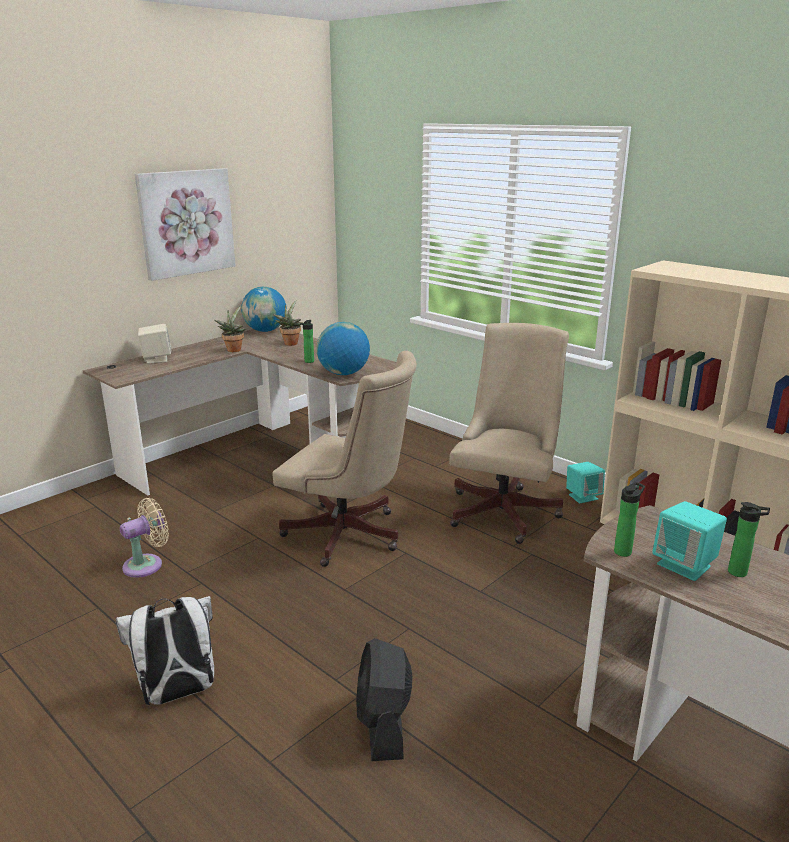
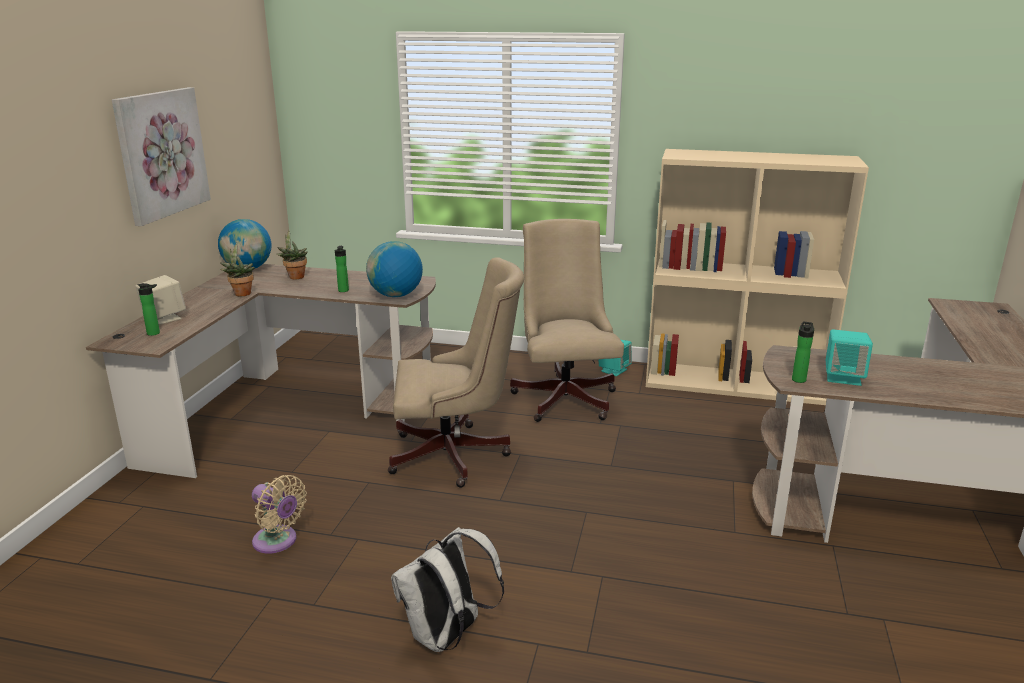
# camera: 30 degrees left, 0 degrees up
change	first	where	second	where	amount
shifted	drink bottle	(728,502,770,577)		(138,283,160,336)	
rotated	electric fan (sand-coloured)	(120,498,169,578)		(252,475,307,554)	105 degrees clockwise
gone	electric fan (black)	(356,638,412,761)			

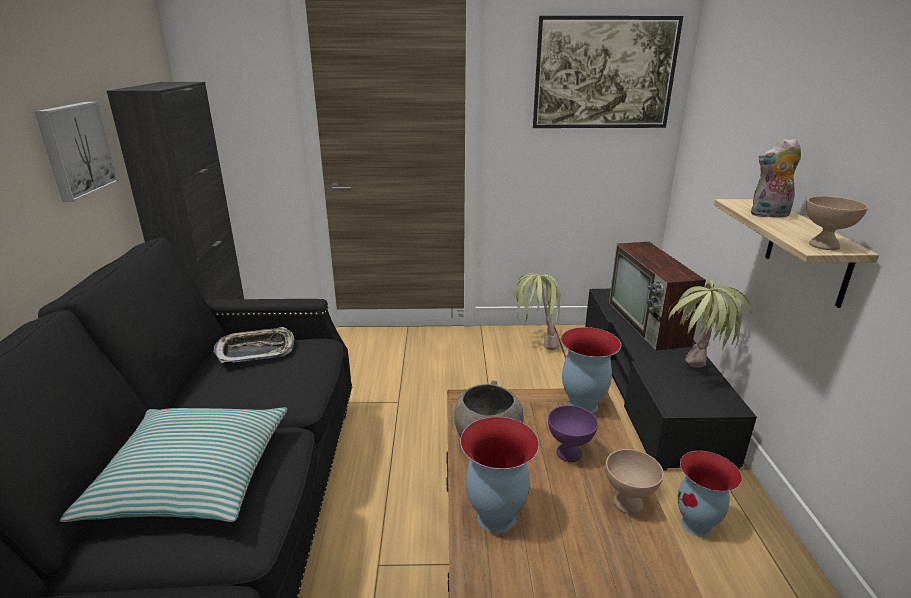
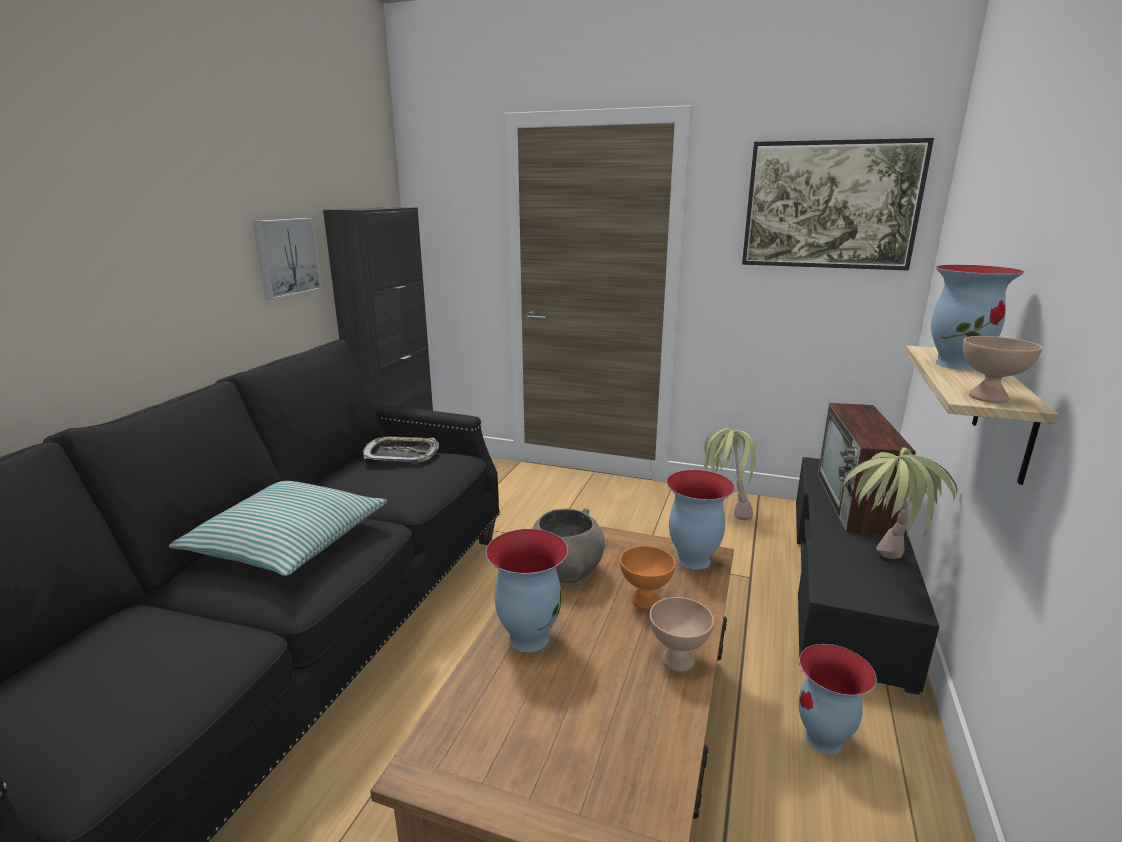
# camera: 20 degrees right, 5 degrees down
change	first	where	second	where	amount
repainted	serving bowl (purple)	(548,405,598,462)	serving bowl (orange-coloured)	(620,546,675,609)	
swapped	soft toy	(751,138,801,218)	decorative vase	(931,265,1024,370)	

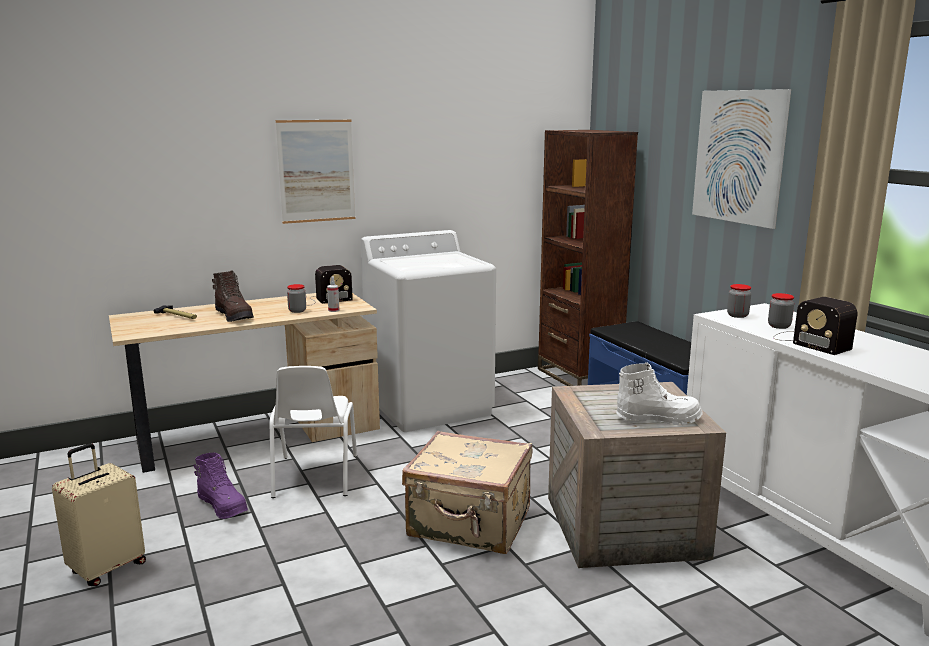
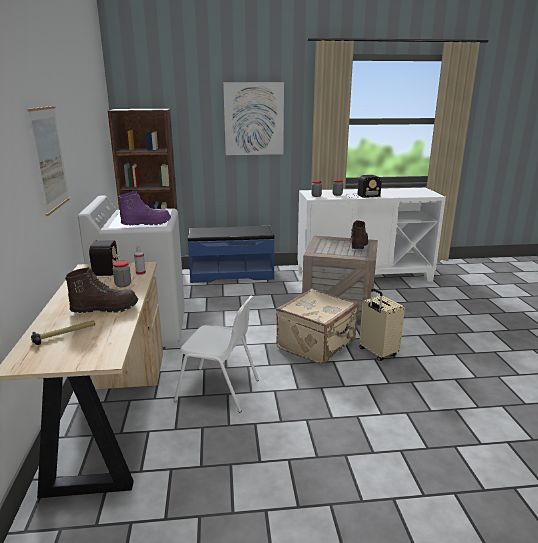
# camera: 70 degrees left, 5 degrees up
change	first	where	second	where	amount
shifted	tall boot (purple)	(194,453,248,519)		(118,191,171,225)	
repainted	tall boot (white)	(616,362,702,425)	tall boot (brownish)	(349,220,368,249)	
shifted	travel case (sand-coloured)	(52,443,146,586)		(359,288,405,361)	

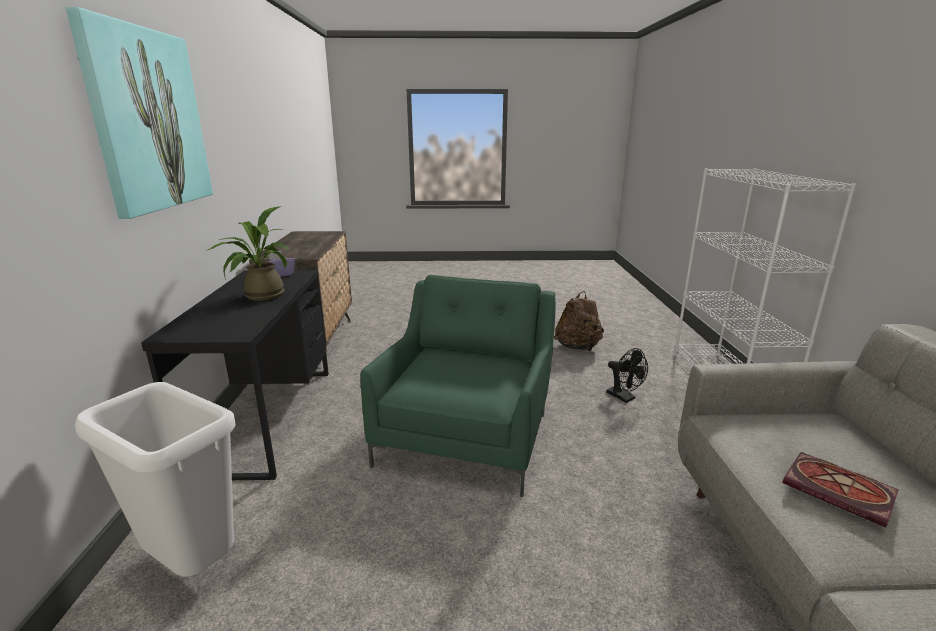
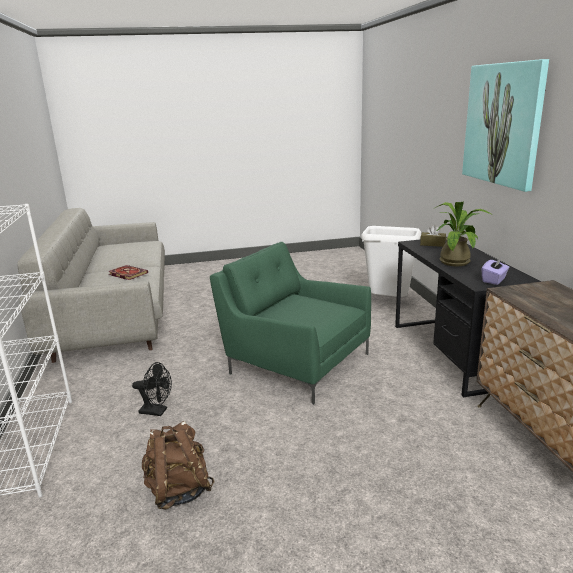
# camera: 170 degrees right, 0 degrees up
change	first	where	second	where	amount
rotated	electric fan (black)	(606,348,648,403)		(132,362,172,416)	150 degrees clockwise
rotated	lounge chair (green)	(360,275,556,497)		(210,242,371,404)	120 degrees clockwise
new			tissue holder (brownish)	(420,225,446,247)	

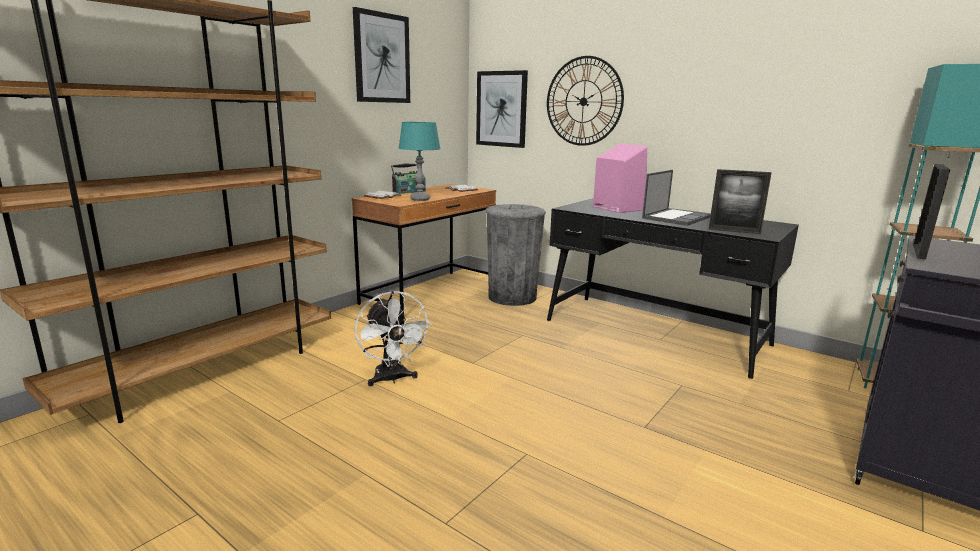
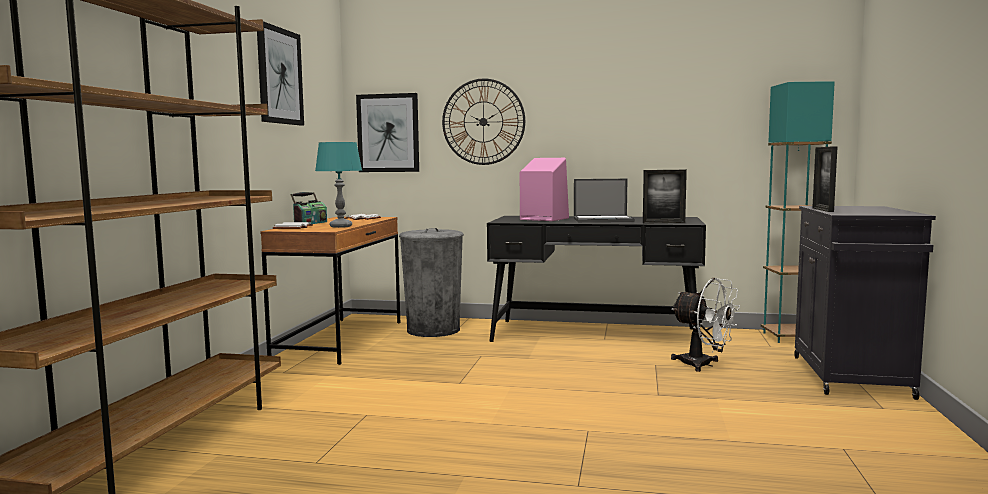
# camera: 25 degrees left, 10 degrees down
change	first	where	second	where	amount
rotated	portable computer	(642,170,711,226)		(574,179,635,222)	75 degrees clockwise
shifted	electric fan (white)	(355,291,432,386)		(671,278,740,372)	

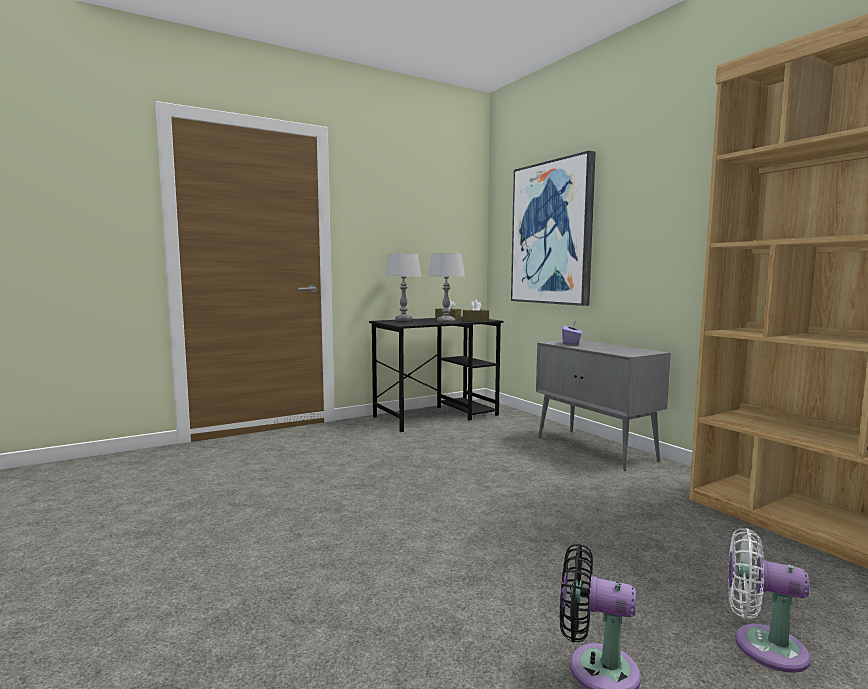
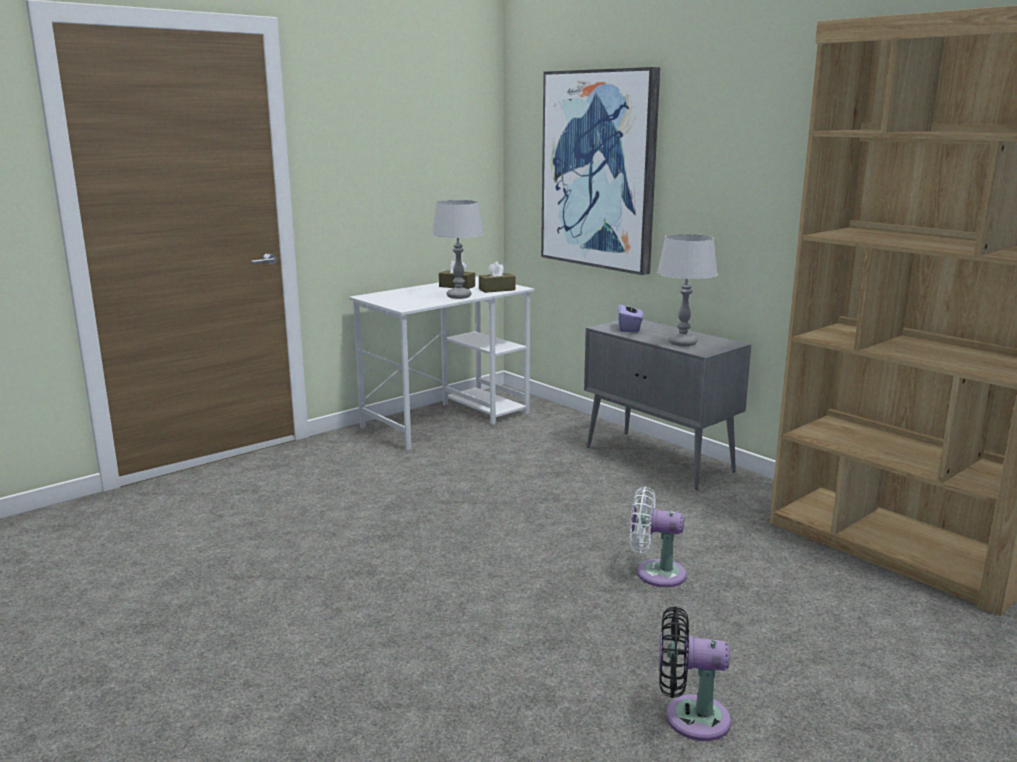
# camera: 10 degrees left, 10 degrees up
change	first	where	second	where	amount
repainted	desk unit (black)	(369,317,504,432)	desk unit (white)	(349,276,534,450)	
shifted	electric fan (white)	(728,528,811,673)		(630,487,687,587)	
shifted	tabletop lamp (greyish)	(386,254,421,321)		(657,234,718,346)	

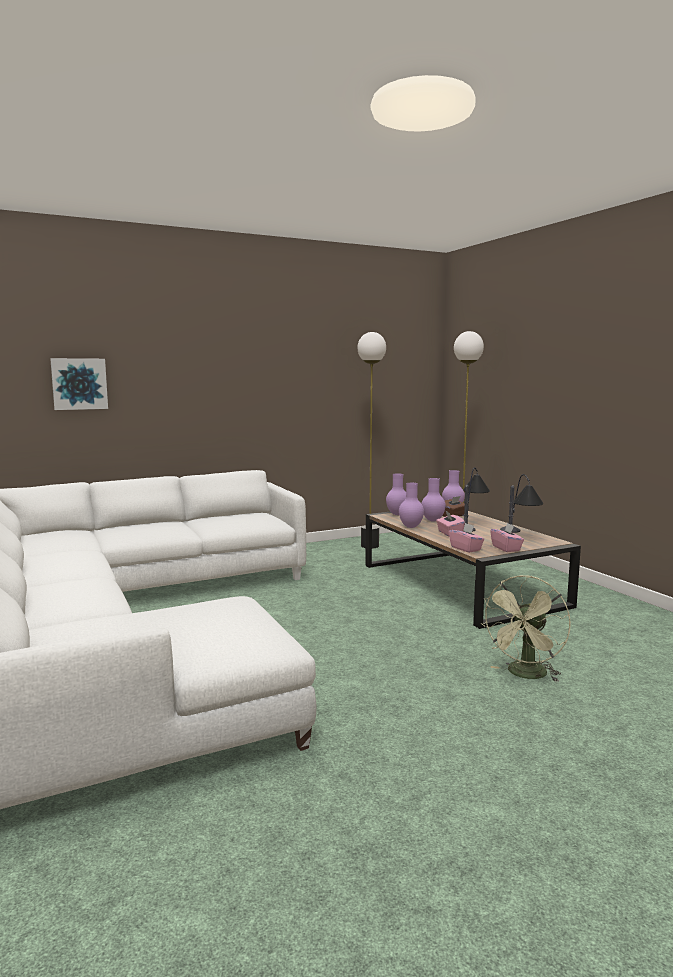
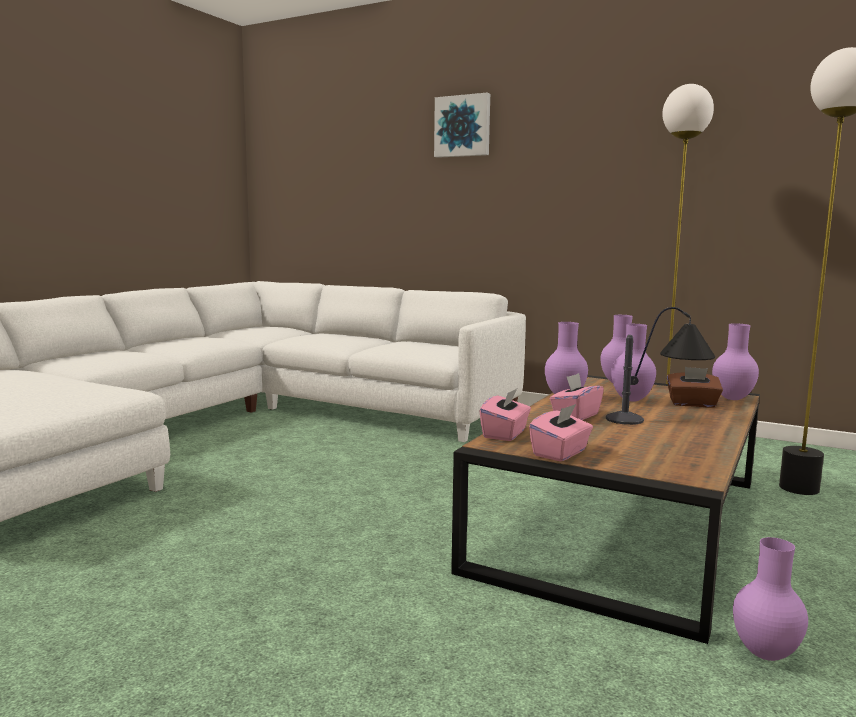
# camera: 55 degrees right, 0 degrees up
change	first	where	second	where	amount
shifted	picture	(50,358,108,410)		(434,93,490,158)	
new			decorative vase (purple)	(733,537,808,661)	
gone	electric fan (green)	(480,575,571,682)			
gone	tabletop lamp	(500,474,543,533)			

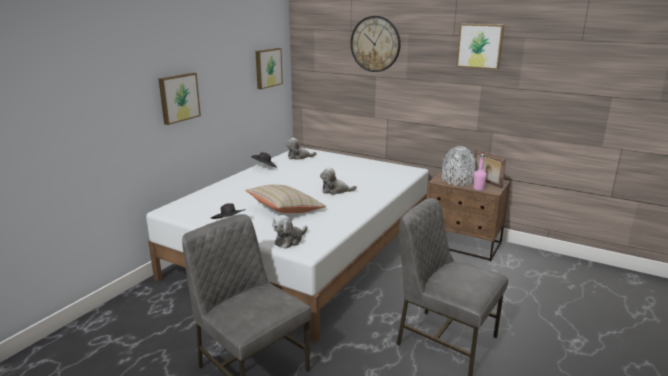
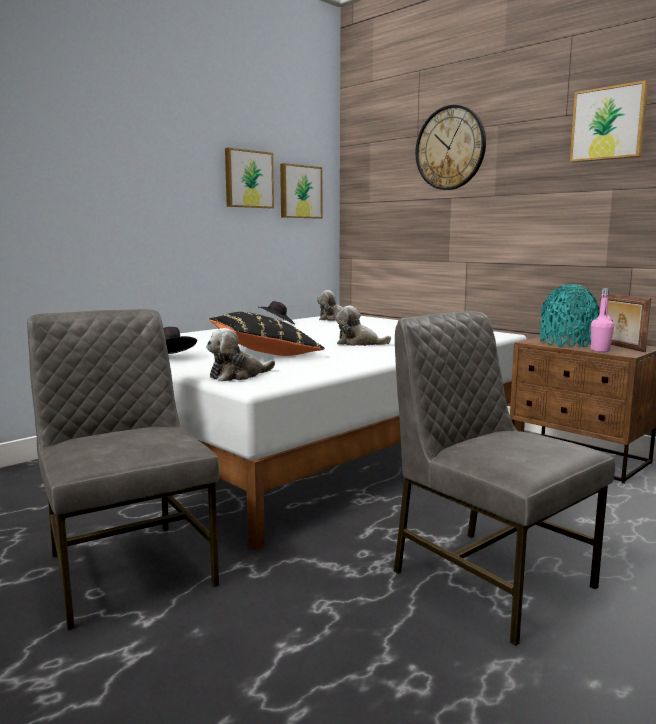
# camera: 15 degrees right, 10 degrees down
change	first	where	second	where	amount
repainted	throw pillow (sand-coloured)	(245,185,326,213)	throw pillow (black)	(209,312,325,356)	
shifted	picture	(159,73,201,125)		(225,148,274,208)	
repainted	decorative vase (greyish)	(442,146,476,186)	decorative vase (turquoise-coloured)	(540,285,599,347)	

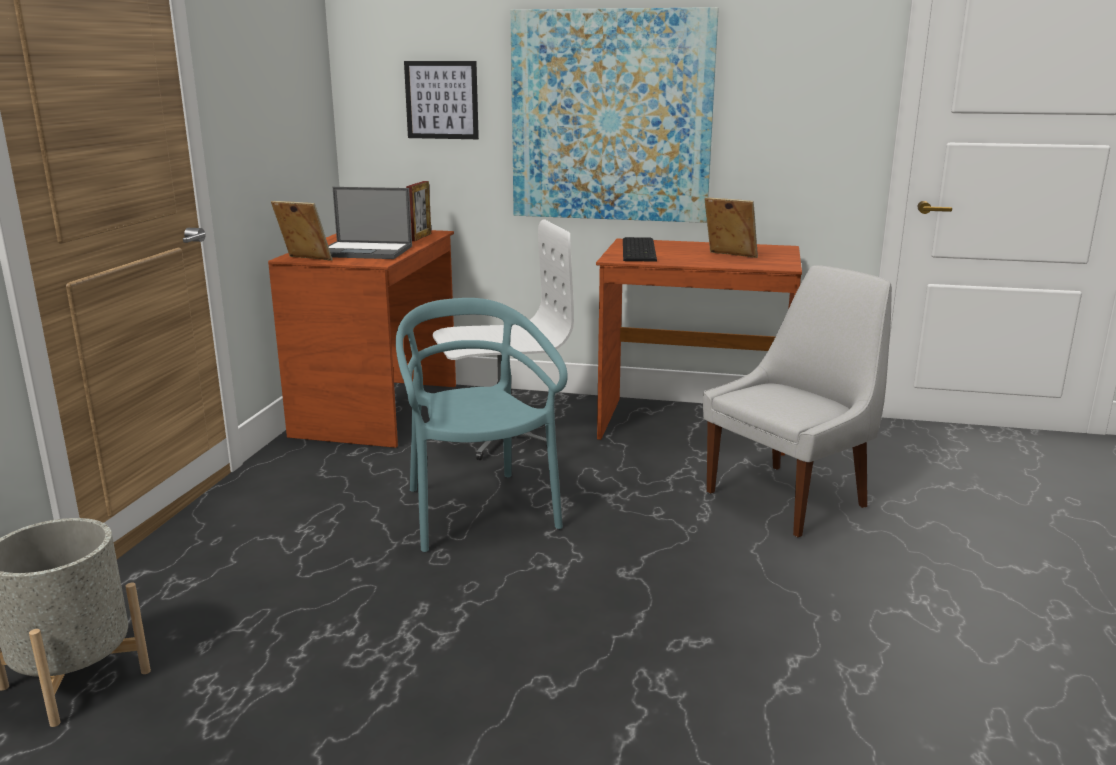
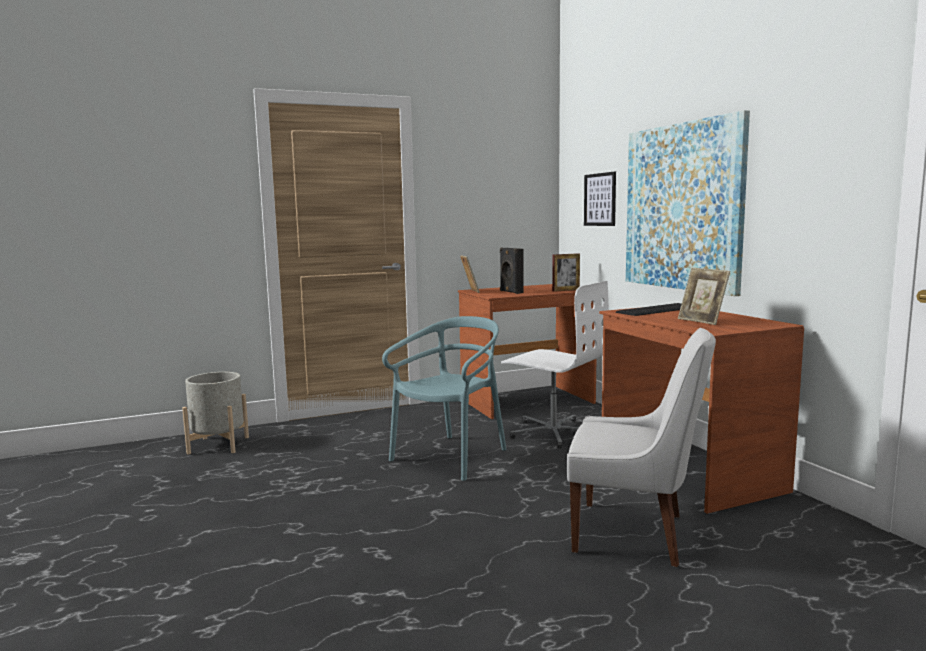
# camera: 55 degrees right, 10 degrees down
change	first	where	second	where	amount
swapped	portable computer	(328,187,412,259)	audio speaker (black)	(500,248,524,294)	
rotated	photo frame	(704,198,758,258)		(678,267,730,325)	150 degrees clockwise

